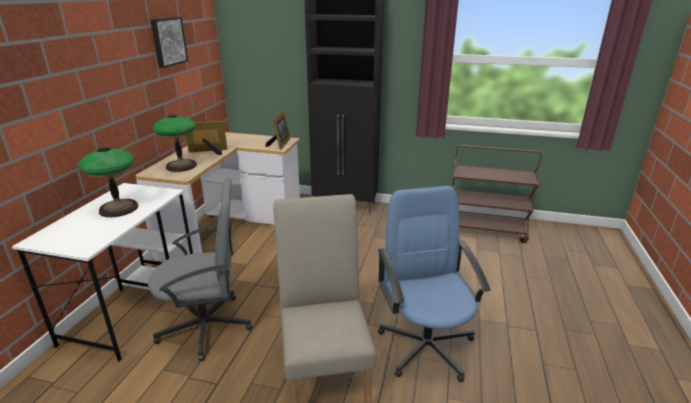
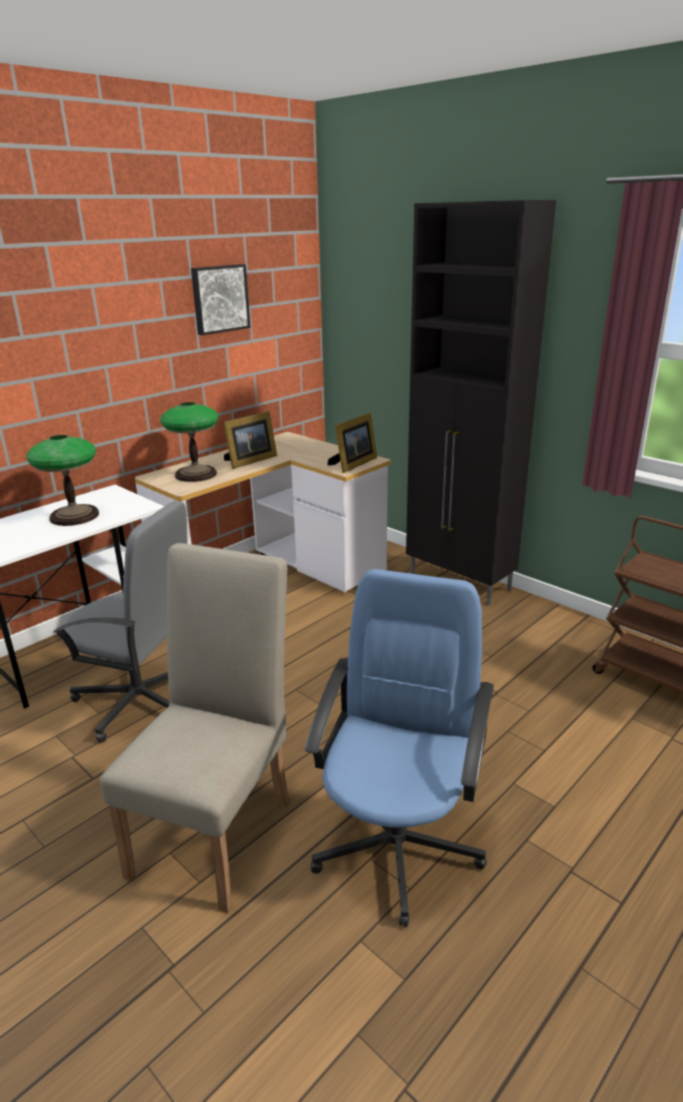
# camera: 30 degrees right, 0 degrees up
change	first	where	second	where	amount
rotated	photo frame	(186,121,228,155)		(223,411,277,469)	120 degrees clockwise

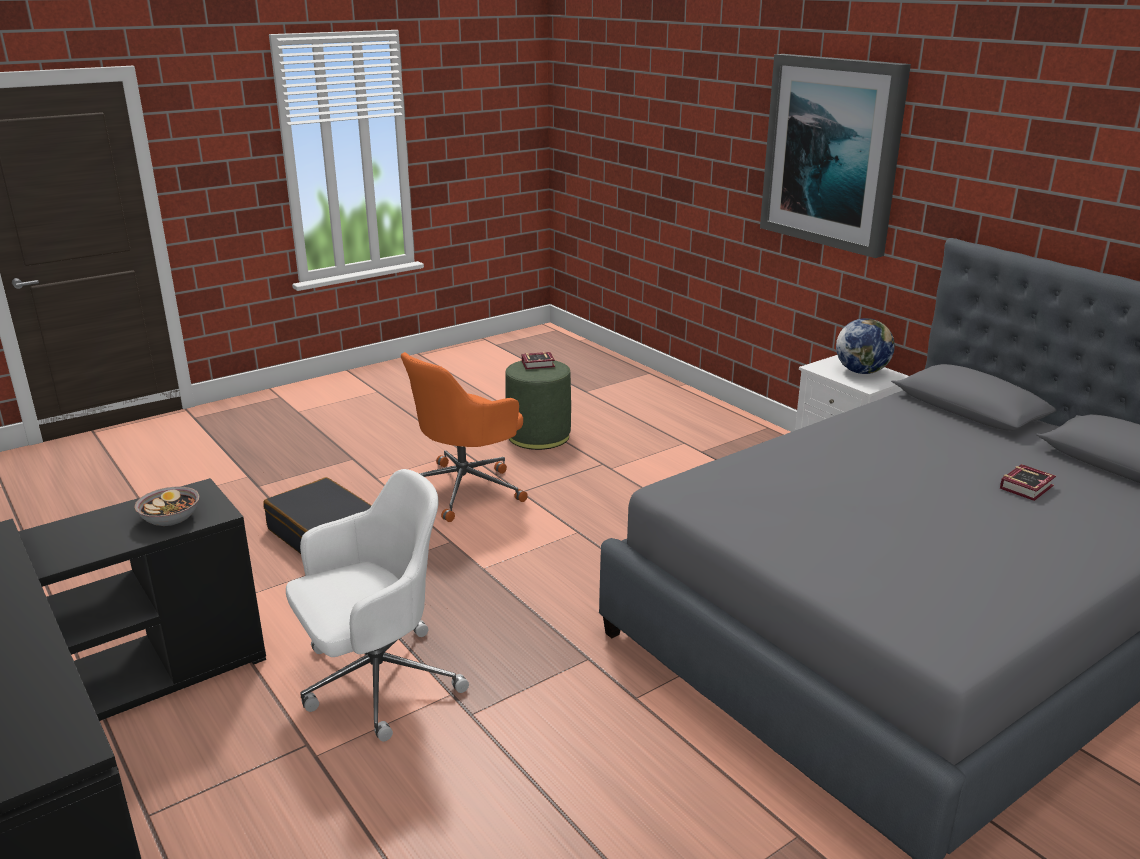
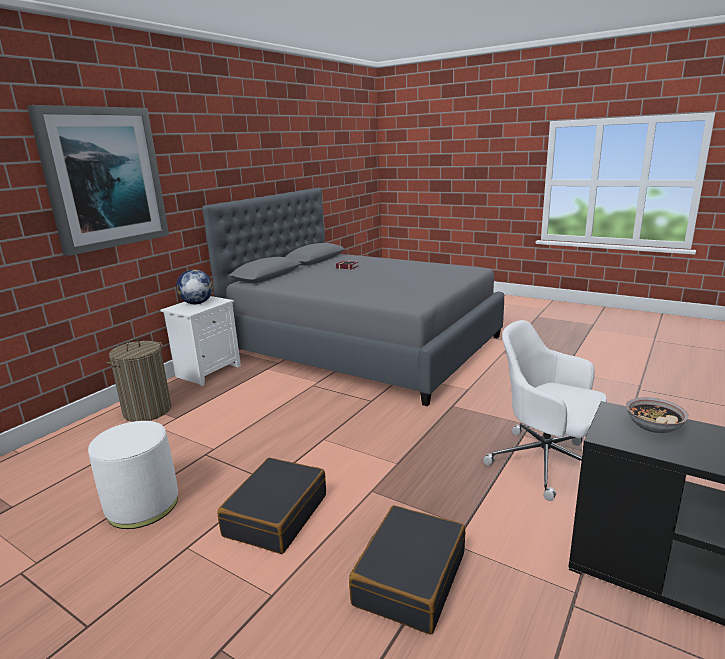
# camera: 110 degrees left, 5 degrees down
change	first	where	second	where	amount
repainted	pouffe (green)	(505,361,571,450)	pouffe (white)	(88,421,178,529)	
new			washing basket	(106,339,171,422)	
swapped	computer chair (orange-coloured)	(401,352,528,522)	travel case (black)	(218,457,326,554)	
gone	bound book	(522,352,555,369)			

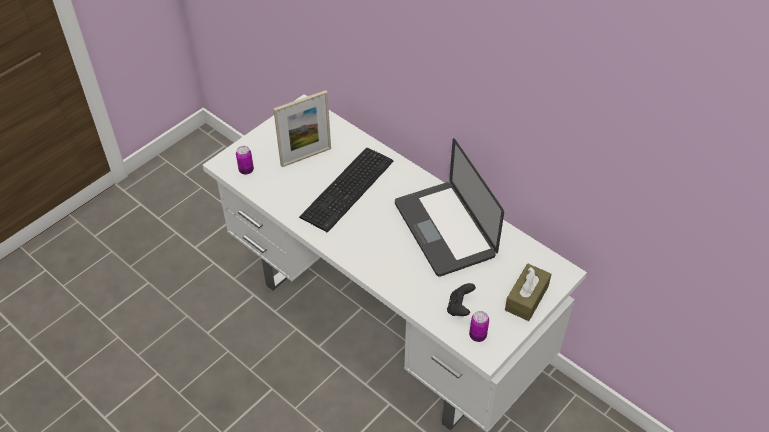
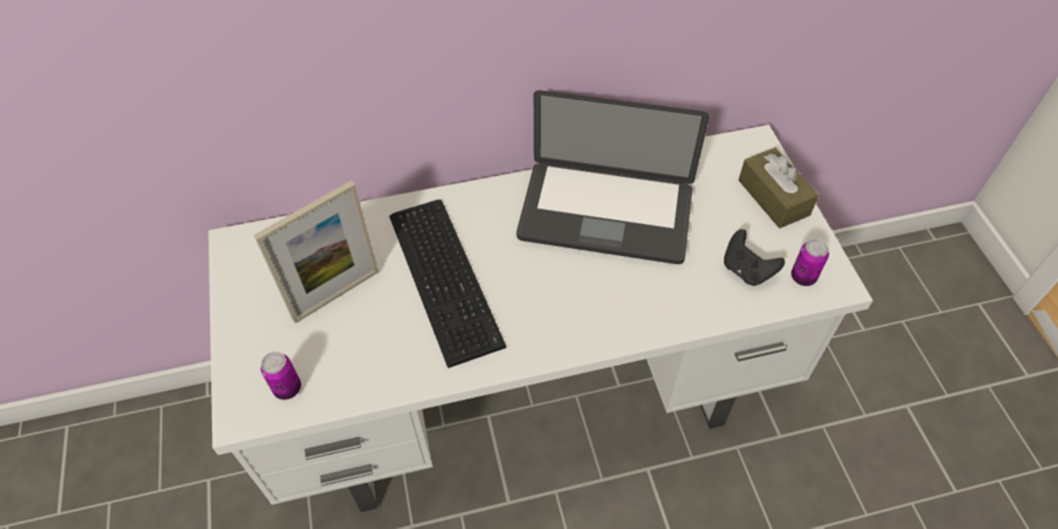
# camera: 55 degrees left, 5 degrees up
change	first	where	second	where	amount
rotated	photo frame	(273,90,331,167)		(254,181,379,323)	45 degrees clockwise

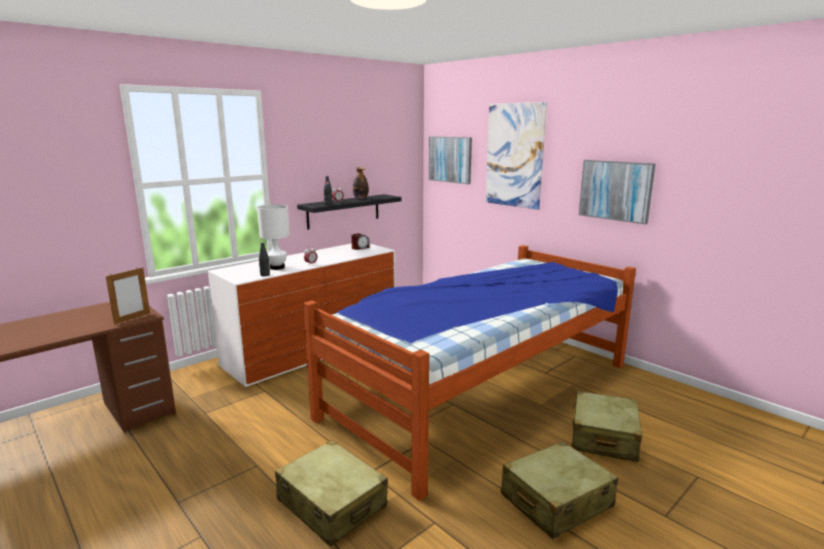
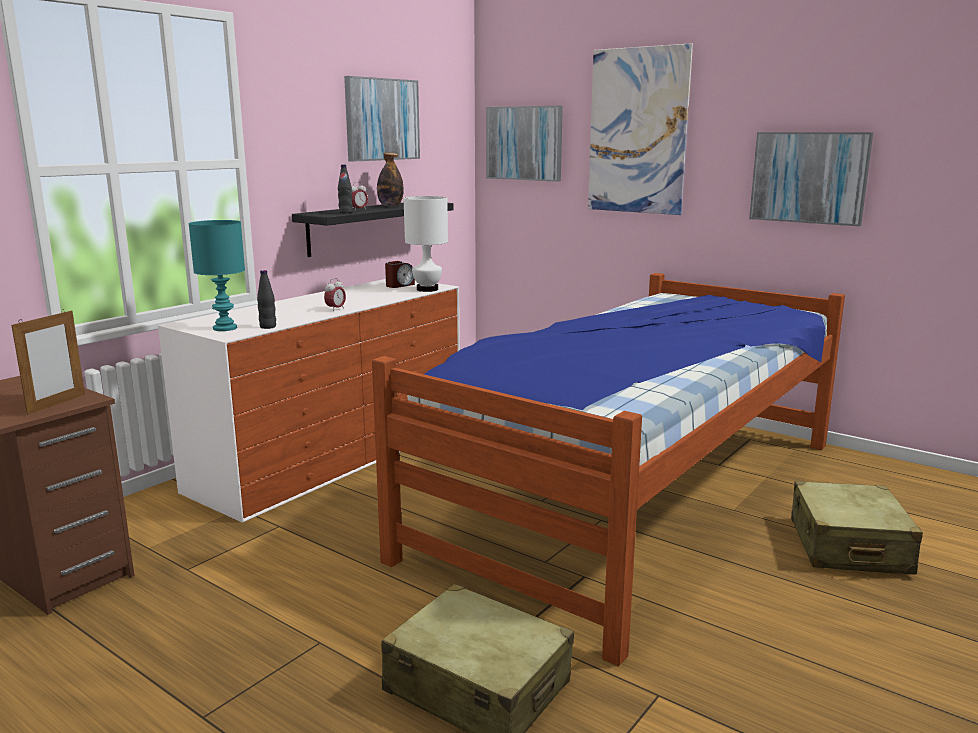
# camera: 10 degrees left, 0 degrees up
change	first	where	second	where	amount
new			tabletop lamp (turquoise-coloured)	(188,220,245,331)	
new			picture	(344,76,420,162)	
shifted	tabletop lamp (white)	(257,204,290,270)		(403,196,448,292)	
gone	travel case (sand-coloured)	(501,441,618,539)			

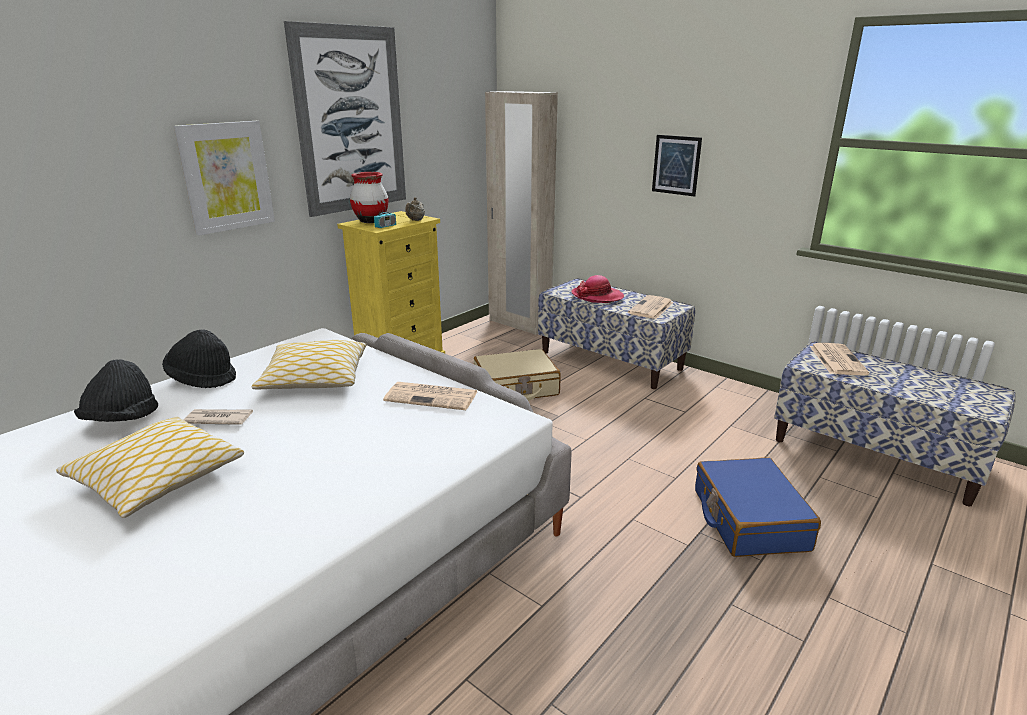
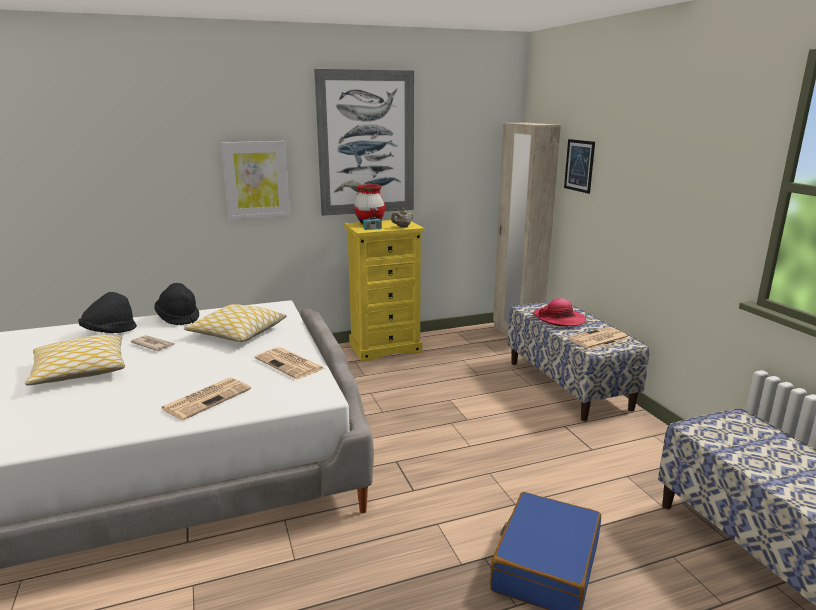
# camera: 30 degrees right, 5 degrees down
change	first	where	second	where	amount
shifted	newspaper	(810,343,870,375)		(160,378,251,420)	
shifted	picture	(652,135,702,197)		(564,139,595,194)	
gone	travel case (sand-coloured)	(474,349,561,401)			

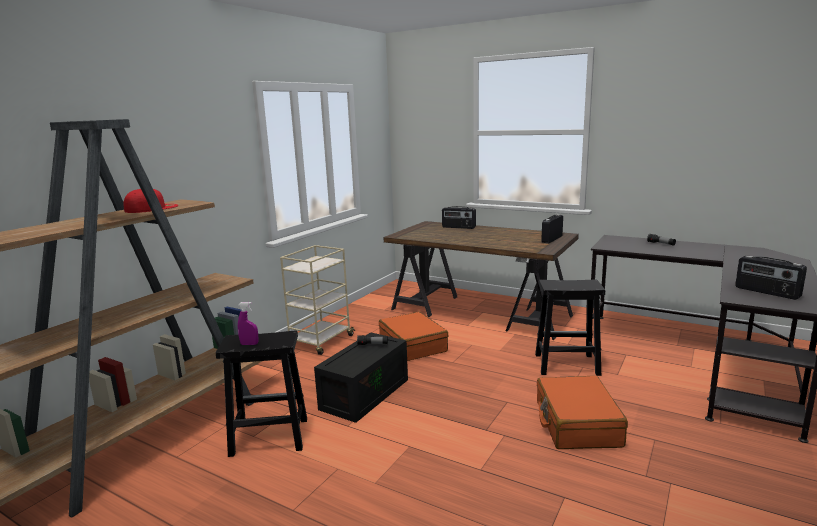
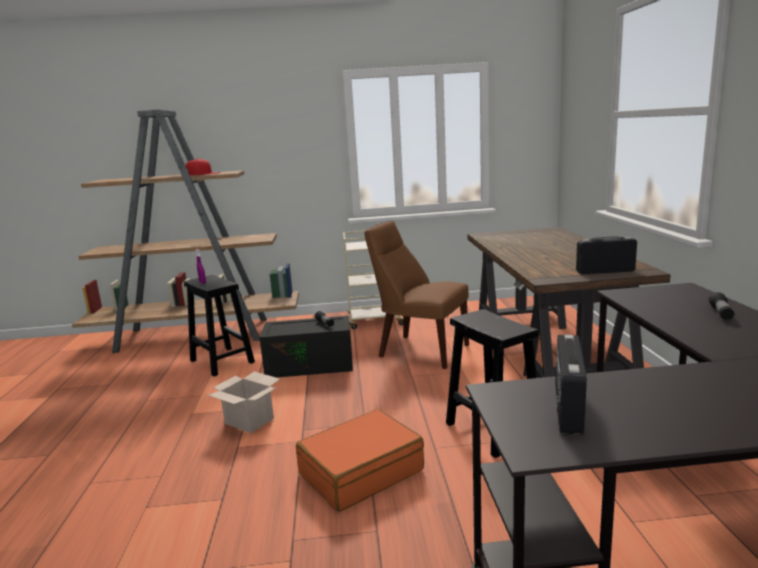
# camera: 55 degrees right, 0 degrees up
change	first	where	second	where	amount
new			cardboard box	(208,372,280,433)	
swapped	travel case (orange-coloured)	(379,312,449,361)	chair (brownish)	(365,221,469,369)	
gone	radio receiver	(442,206,476,229)			

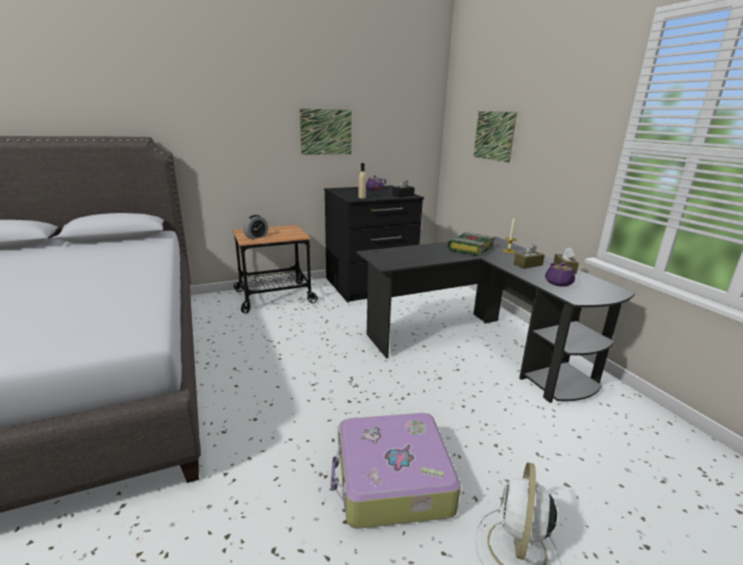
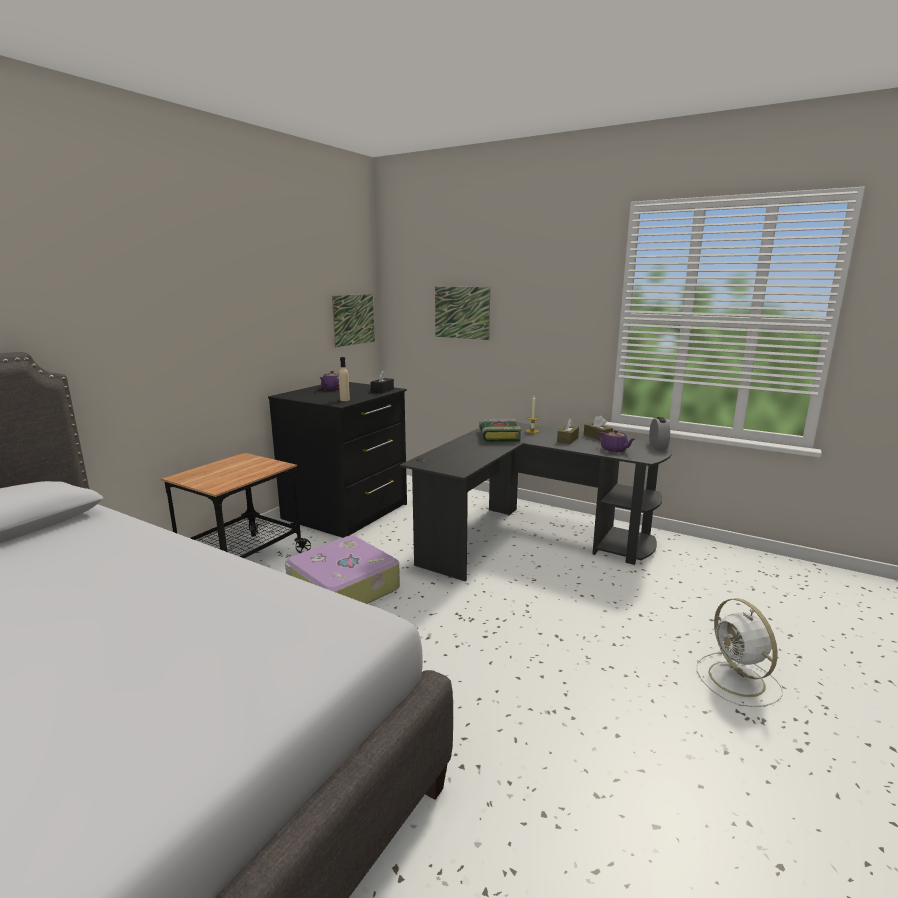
# camera: 35 degrees left, 5 degrees down
change	first	where	second	where	amount
shifted	travel case	(331,413,461,529)		(285,536,400,604)	
shifted	picture	(299,108,352,155)		(332,294,375,347)	
shifted	alarm clock	(243,215,268,239)		(649,417,670,449)	

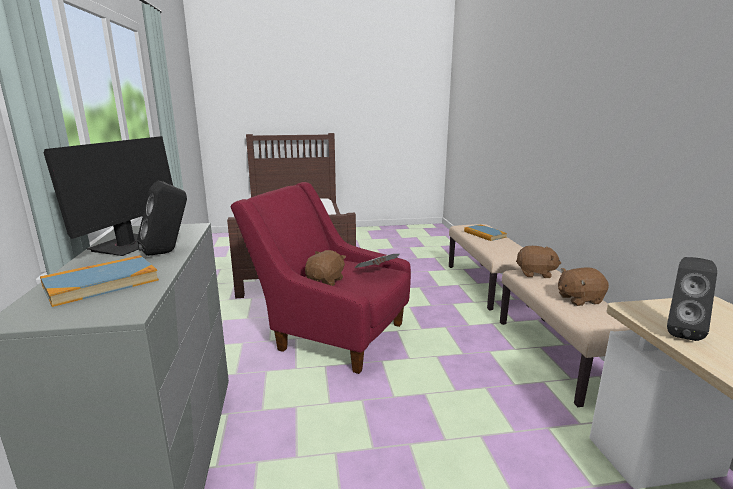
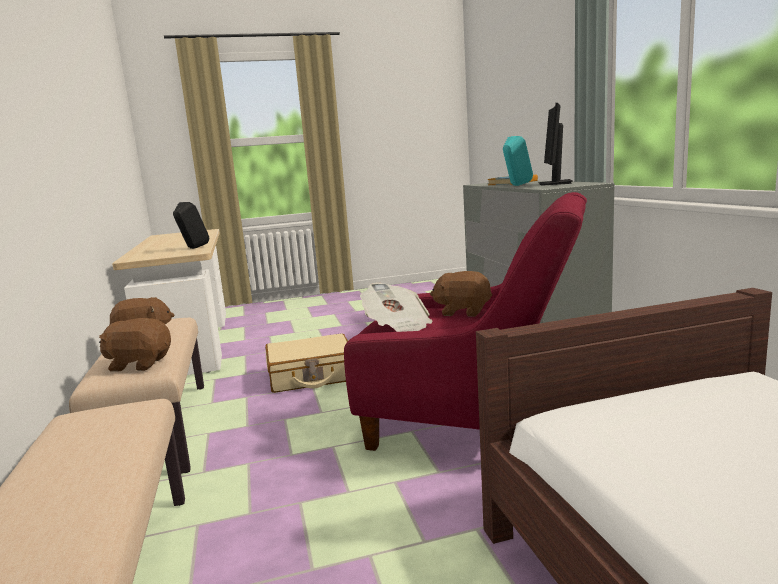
# camera: 175 degrees right, 5 degrees down
change	first	where	second	where	amount
new			travel case (sand-coloured)	(265,333,348,393)	
rotated	soft toy (brownish)	(305,250,346,286)		(430,271,492,317)	90 degrees clockwise
repainted	audio speaker (black)	(137,181,187,256)	audio speaker (turquoise-coloured)	(503,136,533,186)	
gone	bound book	(464,224,507,241)			

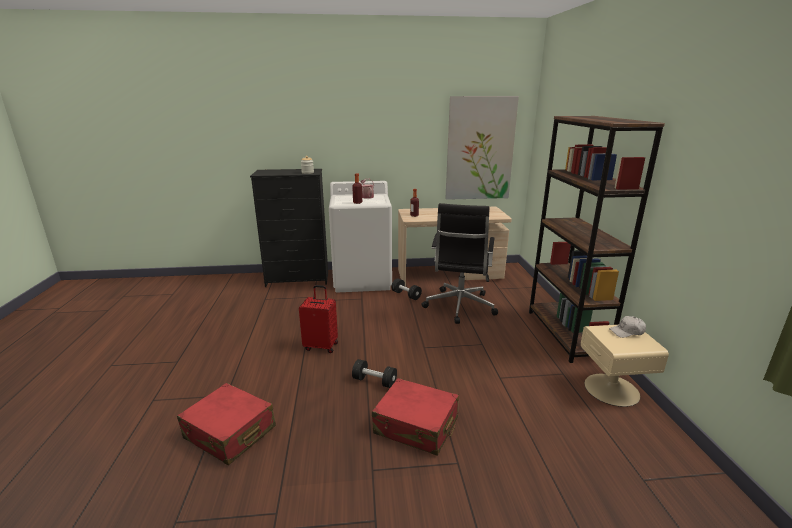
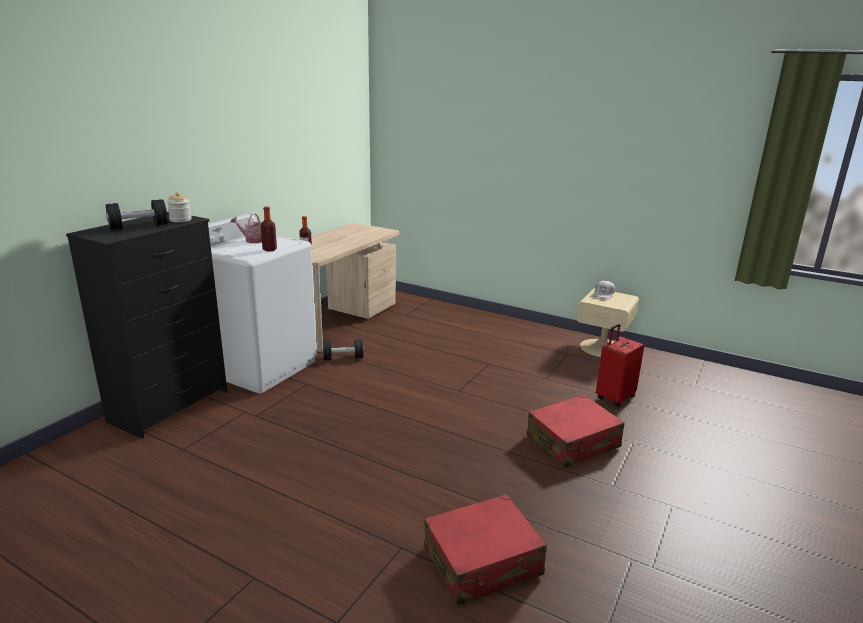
# camera: 55 degrees left, 0 degrees up
change	first	where	second	where	amount
shifted	free weight (black)	(352,359,397,388)		(106,199,168,230)	
shifted	travel case (red-coloured)	(299,285,338,353)		(596,324,644,407)	
gone	computer chair (black)	(421,203,498,324)			
gone	picture	(445,96,519,200)			
gone	bookshelf (brownish)	(529,116,665,363)			

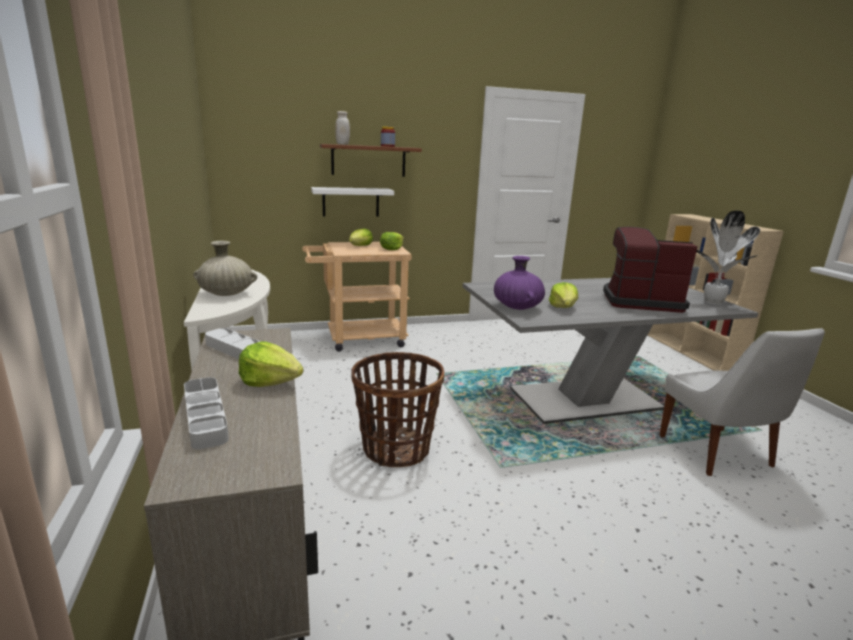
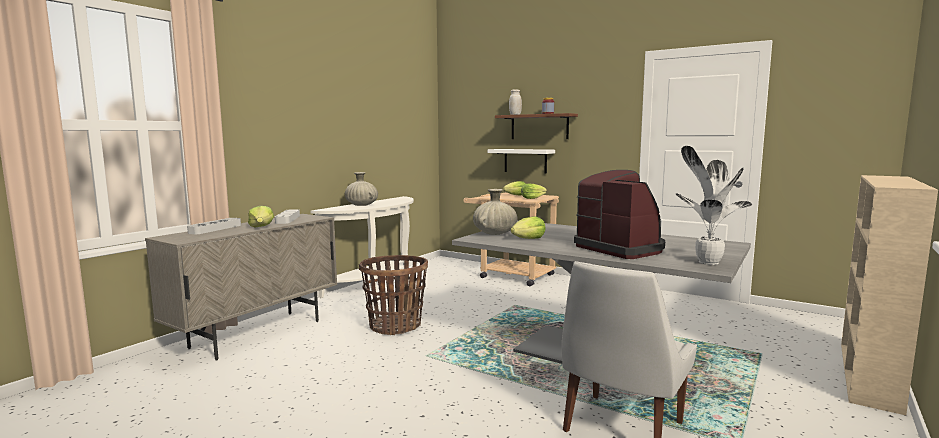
# camera: 50 degrees right, 10 degrees down
change	first	where	second	where	amount
repainted	decorative vase (purple)	(494,256,545,310)	decorative vase (sand-coloured)	(473,189,518,235)	

